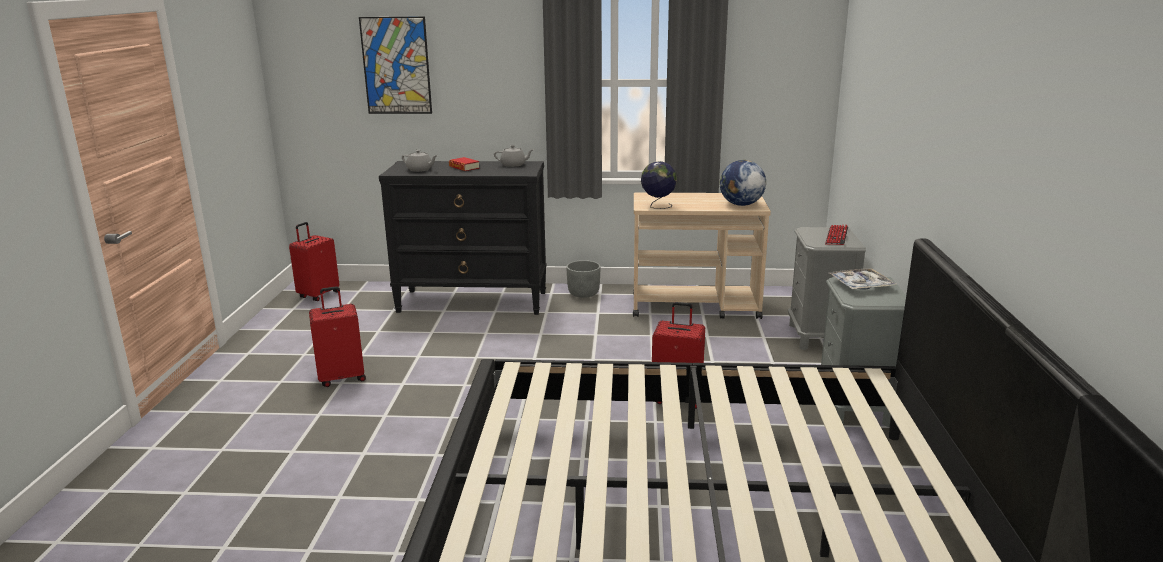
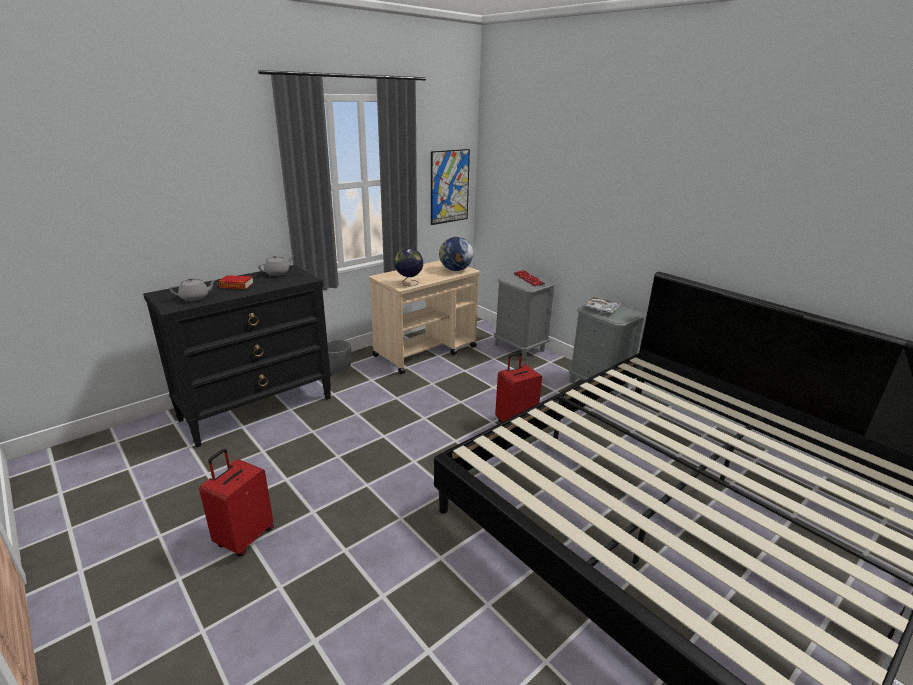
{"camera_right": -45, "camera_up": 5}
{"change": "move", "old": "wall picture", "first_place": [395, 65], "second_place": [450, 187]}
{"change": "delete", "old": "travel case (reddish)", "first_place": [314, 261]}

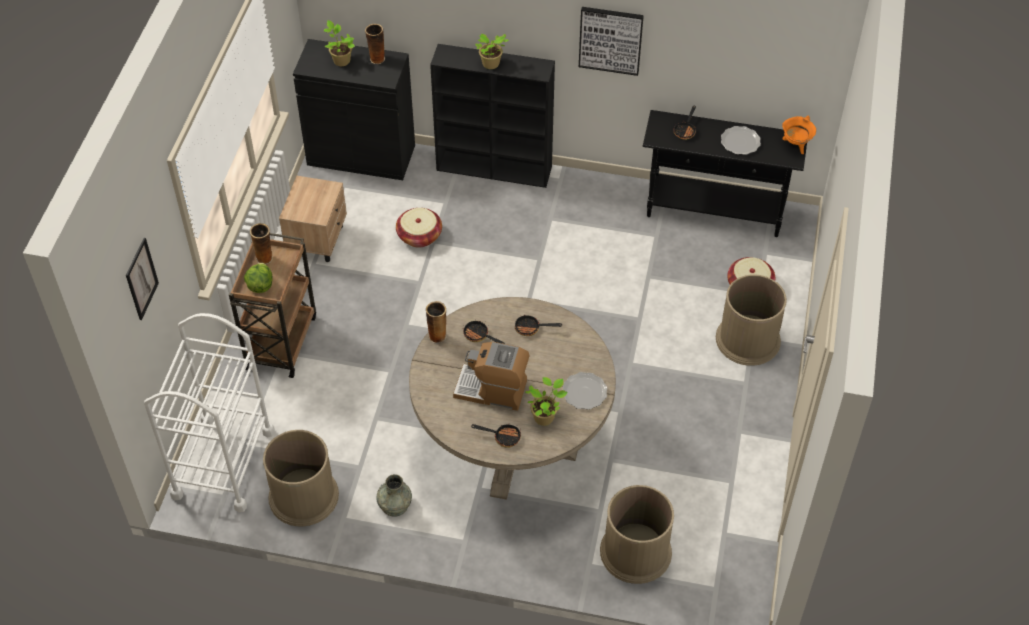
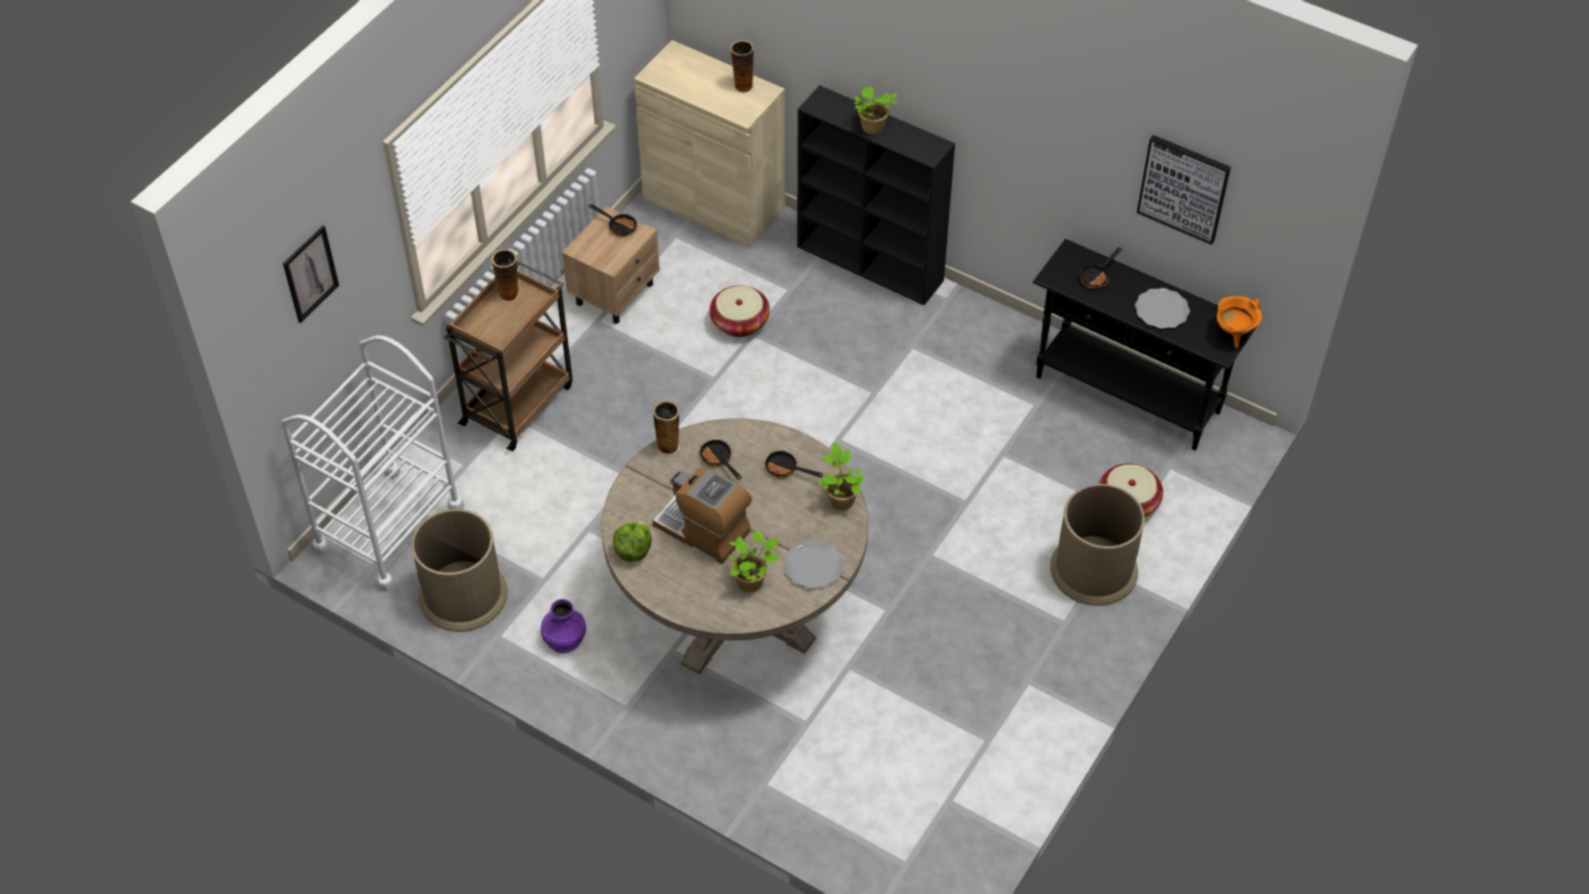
{"camera_right": 20, "camera_up": 0}
{"change": "recolor", "old": "decorative vase (grey)", "new": "decorative vase (purplish)", "first_place": [394, 495], "second_place": [563, 626]}
{"change": "move", "old": "frying pan", "first_place": [496, 436], "second_place": [613, 220]}
{"change": "move", "old": "lettuce", "first_place": [258, 277], "second_place": [632, 541]}
{"change": "recolor", "old": "storage cabinet (black-coloured)", "new": "storage cabinet (beige-coloured)", "first_place": [354, 109], "second_place": [709, 144]}
{"change": "move", "old": "potted plant", "first_place": [339, 43], "second_place": [841, 476]}
{"change": "move", "old": "wall picture", "first_place": [611, 41], "second_place": [1184, 190]}
{"change": "delete", "old": "rubbish bin (brown-coloured)", "first_place": [637, 534]}

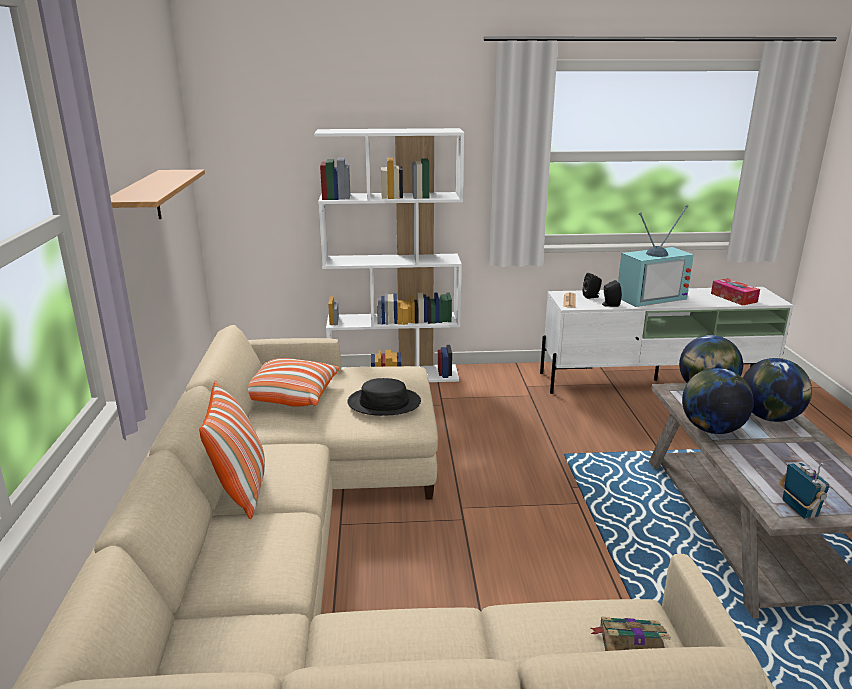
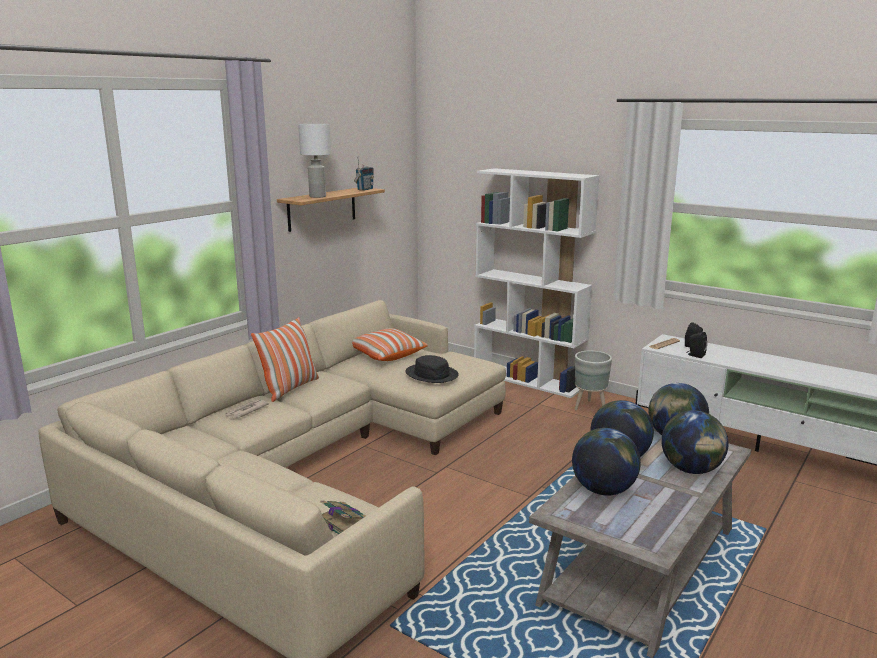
{"camera_right": 40, "camera_up": -5}
{"change": "insert", "new": "daily paper", "second_place": [247, 409]}
{"change": "insert", "new": "lamp for a table (white)", "second_place": [314, 161]}
{"change": "move", "old": "radio receiver", "first_place": [804, 491], "second_place": [364, 173]}
{"change": "insert", "new": "world globe", "second_place": [606, 462]}
{"change": "insert", "new": "flower pot (grey)", "second_place": [593, 380]}
{"change": "delete", "old": "TV set", "first_place": [656, 256]}
{"change": "delete", "old": "tissue holder", "first_place": [735, 292]}

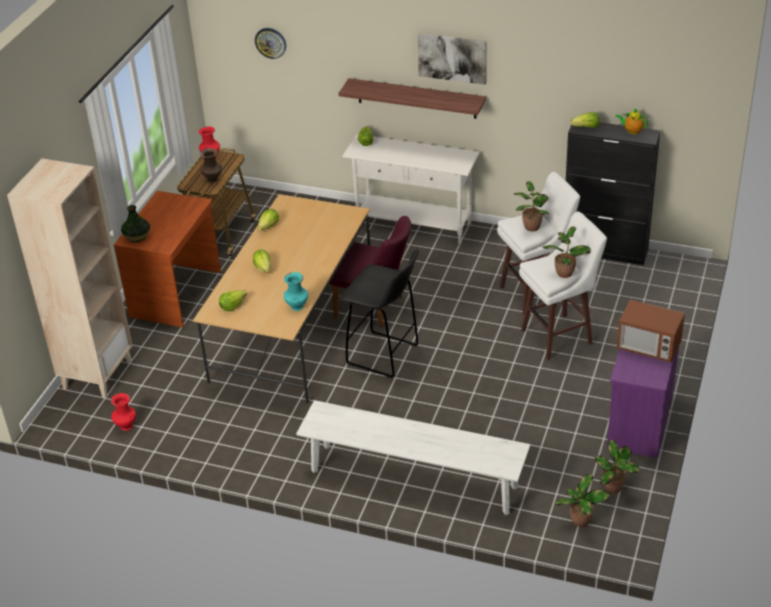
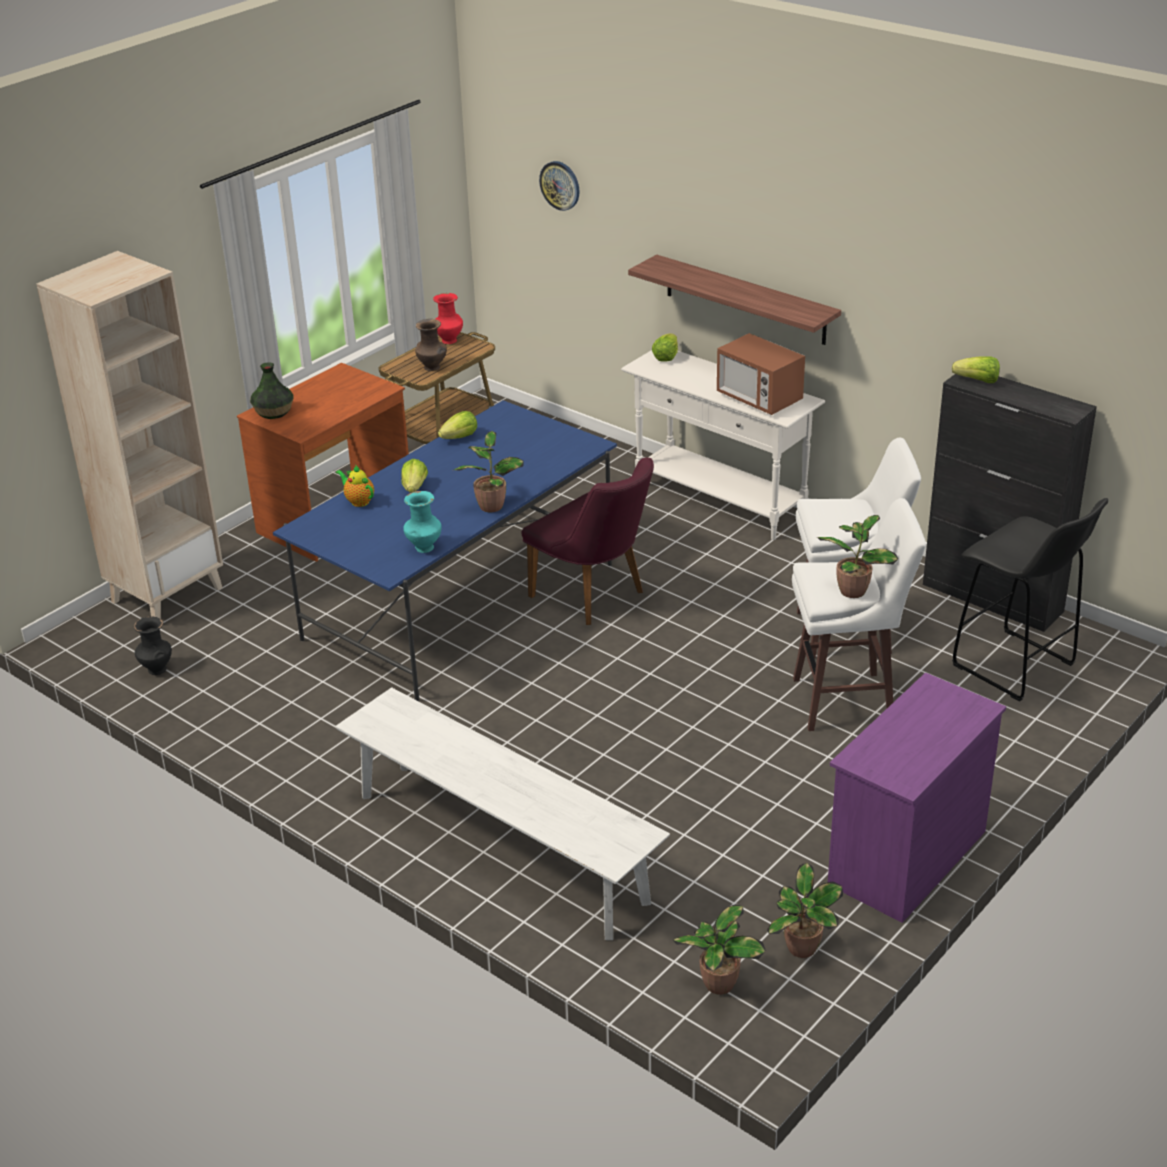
{"camera_right": 20, "camera_up": -5}
{"change": "recolor", "old": "decorative vase (reddish)", "new": "decorative vase (black-coloured)", "first_place": [123, 412], "second_place": [153, 645]}
{"change": "recolor", "old": "dining table (beige-coloured)", "new": "dining table (blue)", "first_place": [281, 298], "second_place": [445, 550]}
{"change": "move", "old": "teapot", "first_place": [631, 121], "second_place": [355, 486]}
{"change": "move", "old": "potted plant", "first_place": [531, 206], "second_place": [489, 471]}
{"change": "move", "old": "kitchen microwave", "first_place": [651, 330], "second_place": [761, 374]}
{"change": "move", "old": "stool seat (black-coloured)", "first_place": [379, 314], "second_place": [1030, 600]}
{"change": "delete", "old": "lettuce", "first_place": [233, 300]}
{"change": "delete", "old": "wall picture", "first_place": [452, 59]}

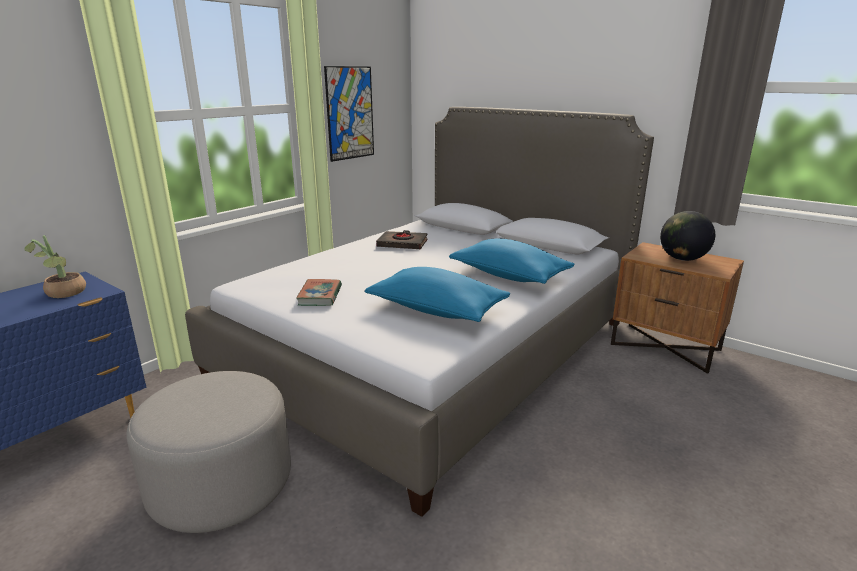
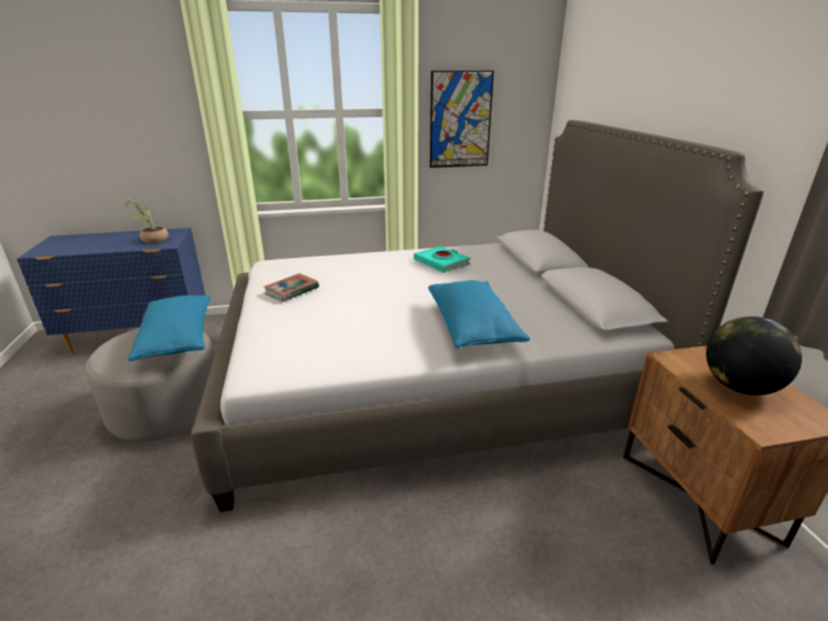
{"camera_right": 40, "camera_up": 5}
{"change": "move", "old": "pillow (blue)", "first_place": [437, 294], "second_place": [169, 328]}
{"change": "recolor", "old": "bound book (black-coloured)", "new": "bound book (turquoise-coloured)", "first_place": [402, 239], "second_place": [442, 259]}

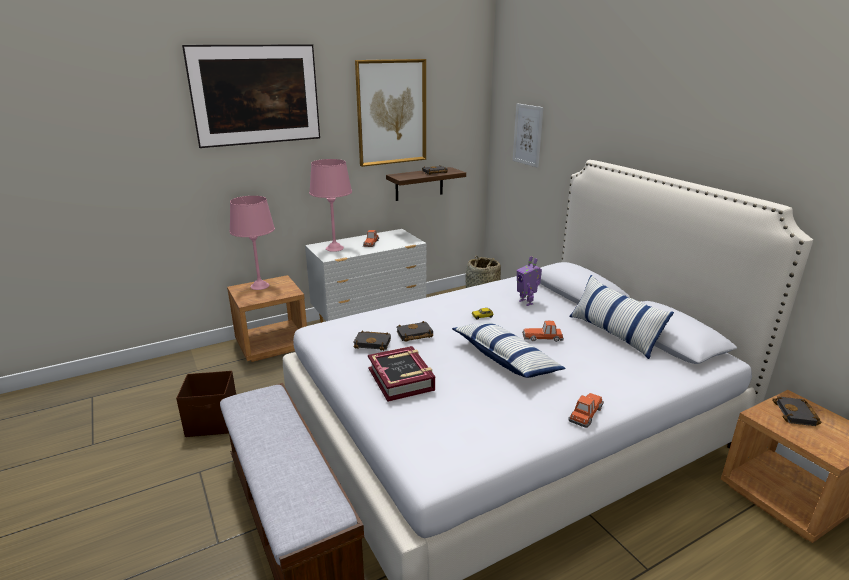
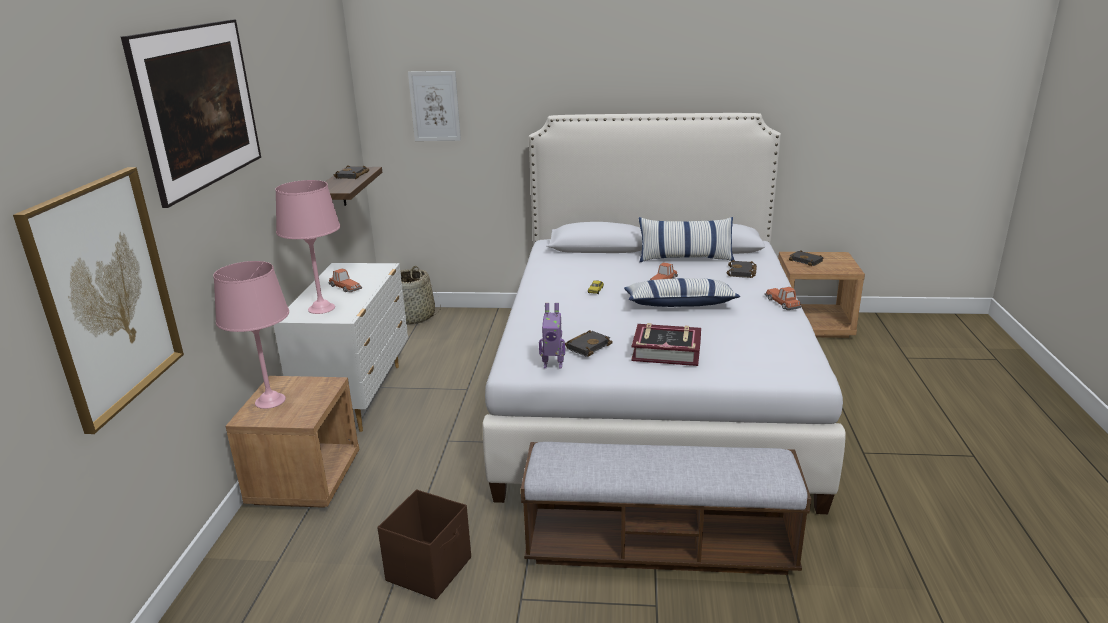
{"camera_right": -55, "camera_up": 0}
{"change": "move", "old": "wall picture", "first_place": [390, 113], "second_place": [98, 300]}
{"change": "move", "old": "model robot", "first_place": [529, 281], "second_place": [552, 336]}
{"change": "move", "old": "bound book (black-coloured)", "first_place": [414, 331], "second_place": [742, 269]}

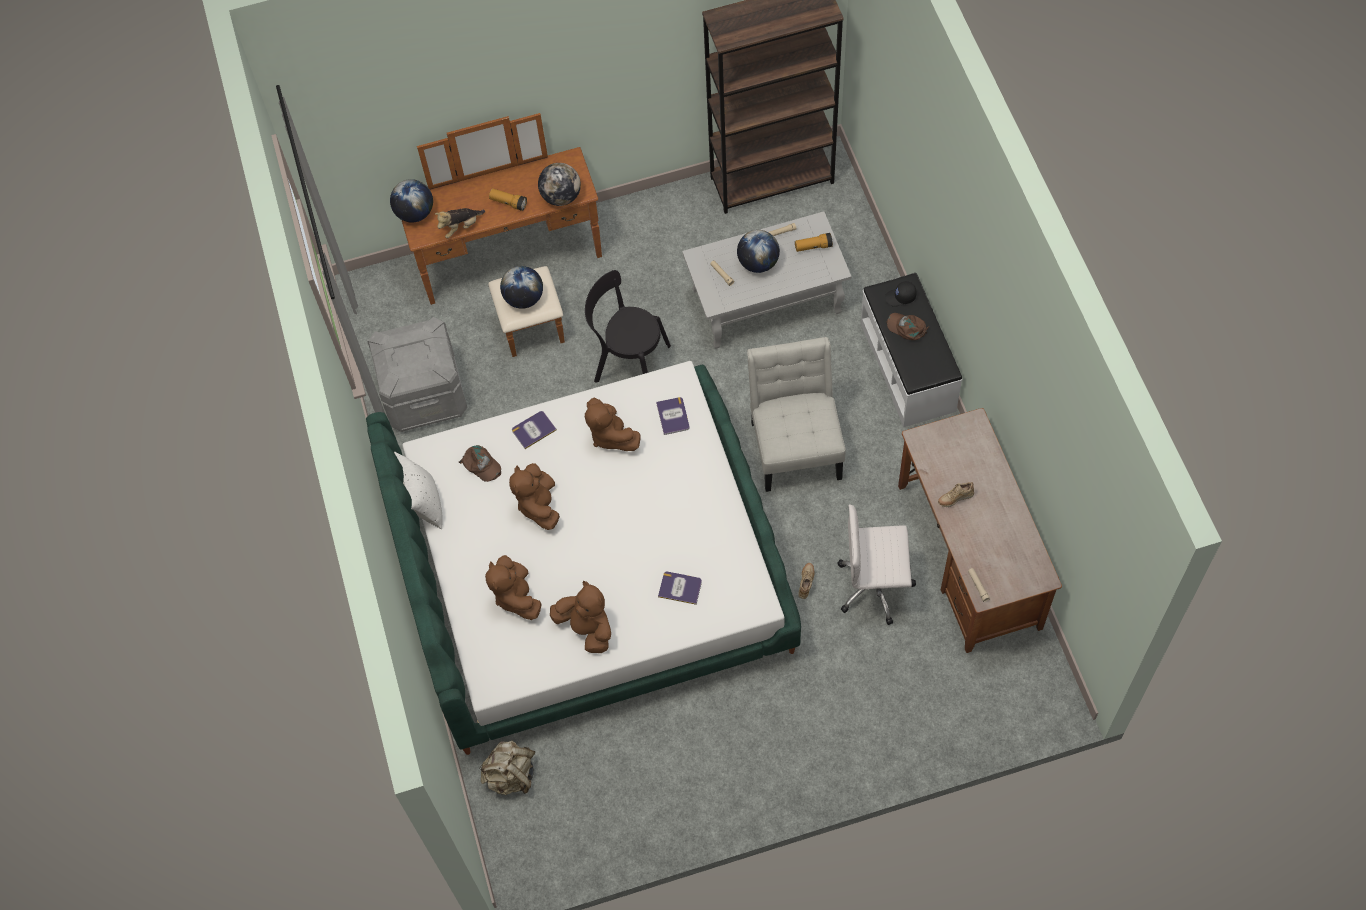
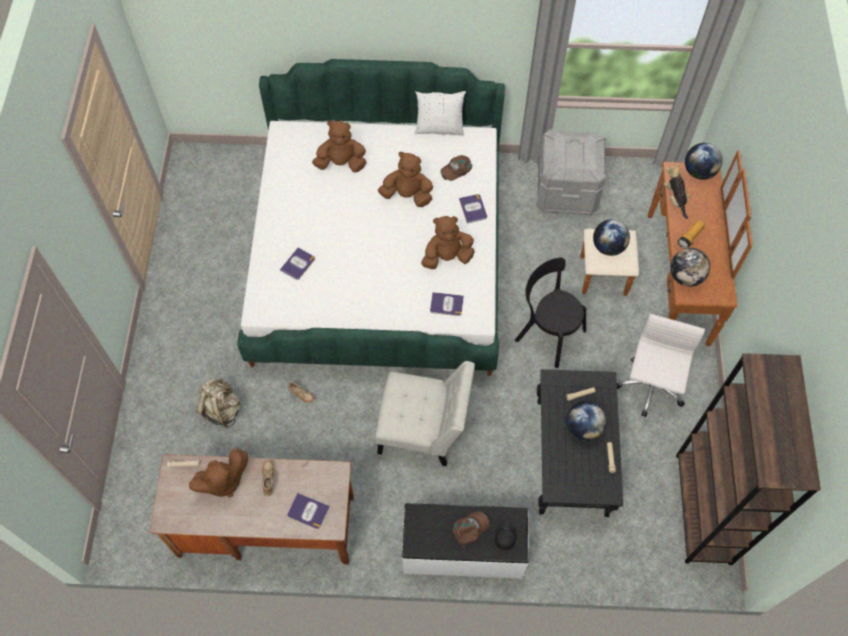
{"camera_right": 105, "camera_up": 0}
{"change": "move", "old": "cuddly toy (brown-coloured)", "first_place": [580, 617], "second_place": [218, 473]}
{"change": "move", "old": "backpack (beige-coloured)", "first_place": [507, 768], "second_place": [219, 403]}
{"change": "insert", "new": "bound book", "second_place": [308, 511]}
{"change": "rotate", "old": "upright chair (black-coloured)", "first_place": [628, 326], "second_place": [550, 313], "degrees": -90}
{"change": "recolor", "old": "low table (white)", "new": "low table (black-coloured)", "first_place": [766, 280], "second_place": [580, 443]}
{"change": "move", "old": "desk chair (white)", "first_place": [877, 564], "second_place": [661, 365]}
{"change": "delete", "old": "flashlight", "first_place": [814, 242]}

